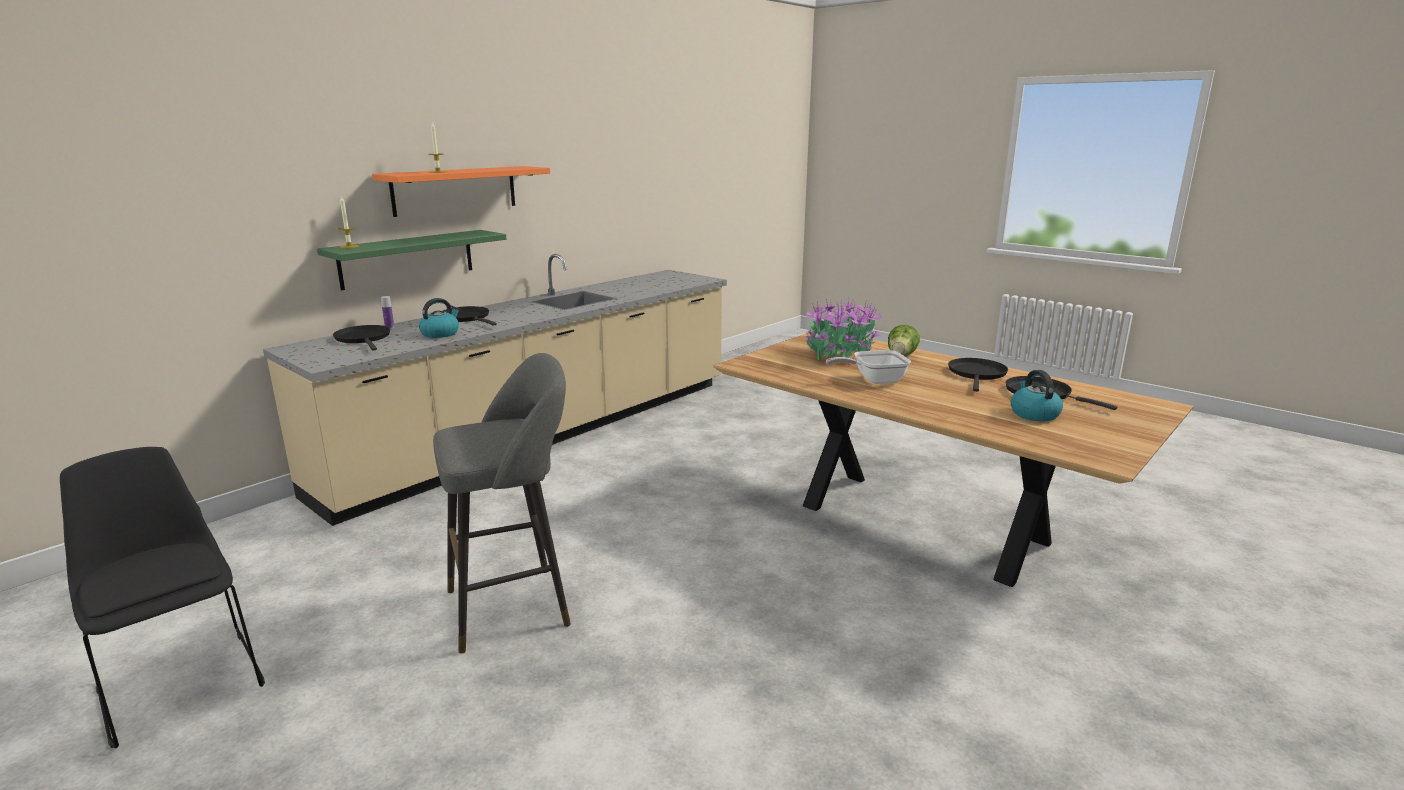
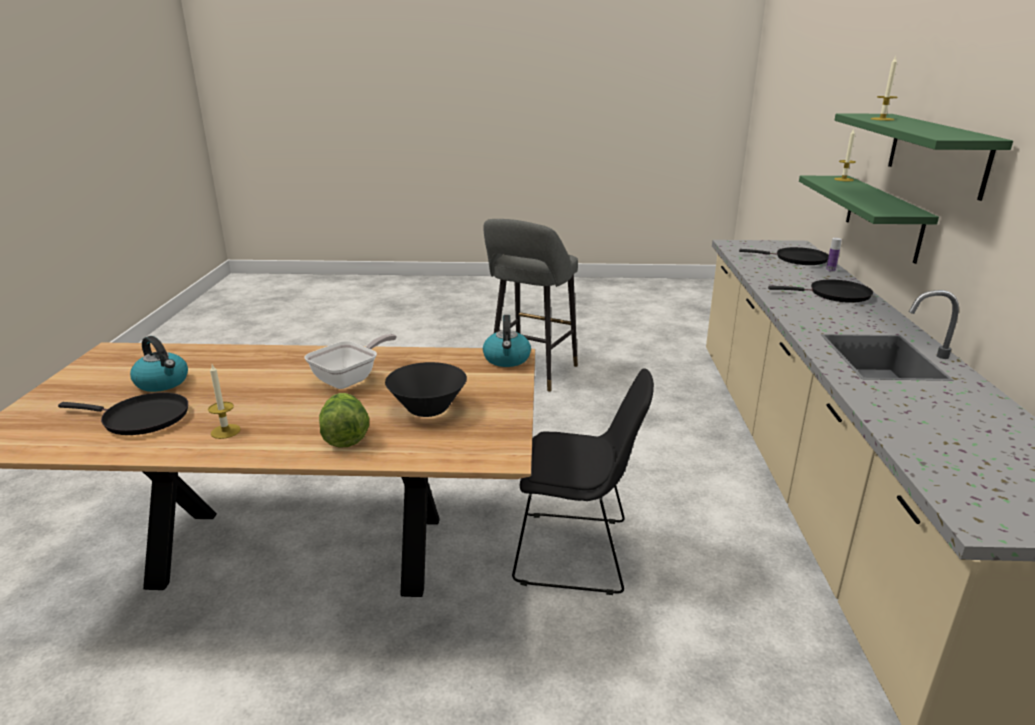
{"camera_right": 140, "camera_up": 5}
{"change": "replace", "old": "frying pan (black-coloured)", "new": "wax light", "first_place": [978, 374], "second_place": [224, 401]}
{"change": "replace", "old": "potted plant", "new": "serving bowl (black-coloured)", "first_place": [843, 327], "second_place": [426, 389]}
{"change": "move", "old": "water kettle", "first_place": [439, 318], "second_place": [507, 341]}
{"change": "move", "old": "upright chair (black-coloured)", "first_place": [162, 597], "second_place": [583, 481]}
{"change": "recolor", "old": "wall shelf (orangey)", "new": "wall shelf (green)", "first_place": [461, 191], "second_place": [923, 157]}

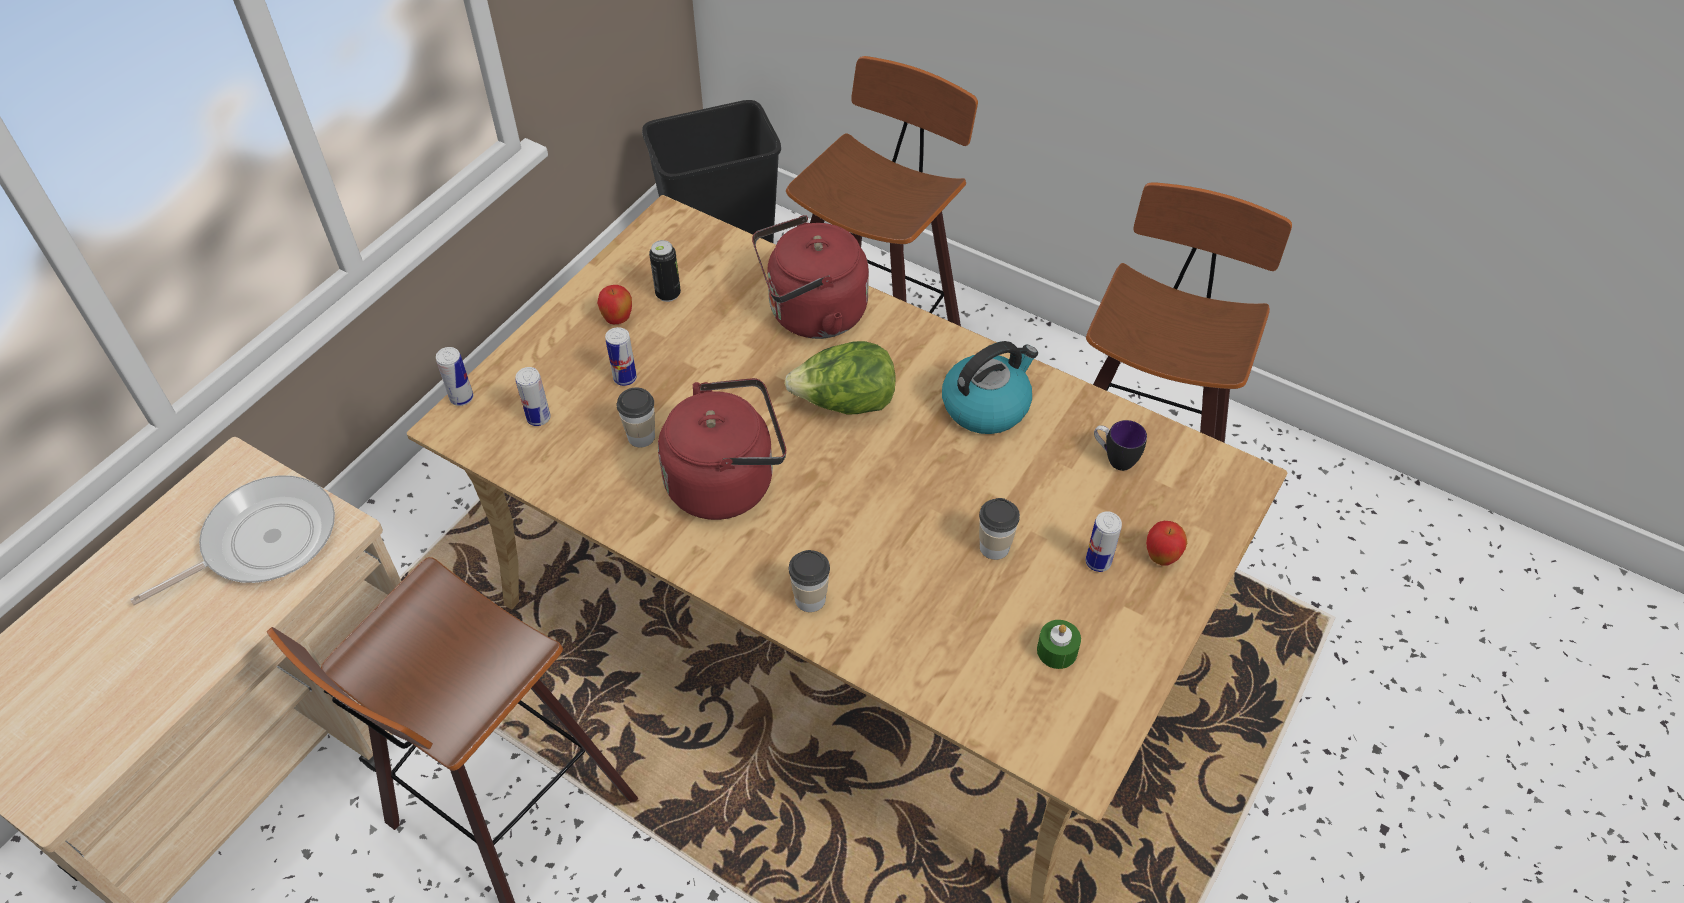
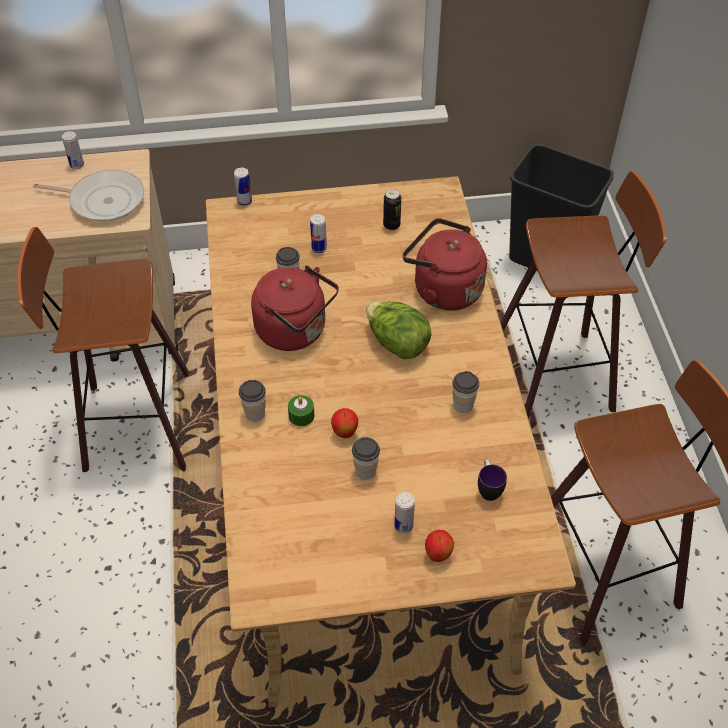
{"camera_right": 50, "camera_up": 0}
{"change": "move", "old": "can", "first_place": [533, 396], "second_place": [73, 150]}
{"change": "move", "old": "wax light (green)", "first_place": [1059, 644], "second_place": [301, 410]}
{"change": "move", "old": "whole apple", "first_place": [614, 304], "second_place": [344, 423]}
{"change": "replace", "old": "water kettle", "new": "cup", "first_place": [990, 387], "second_place": [466, 392]}

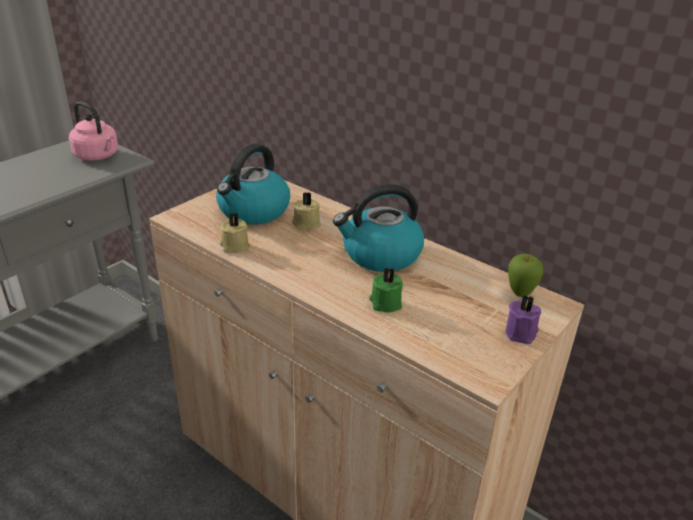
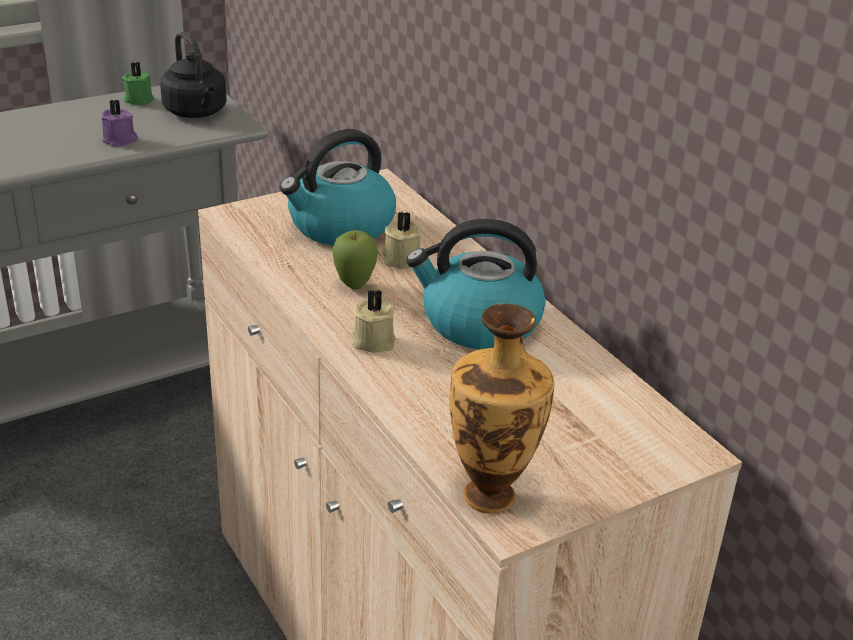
{"camera_right": 20, "camera_up": 0}
{"change": "move", "old": "wax light (purplish)", "first_place": [523, 319], "second_place": [119, 123]}
{"change": "move", "old": "wax light (green)", "first_place": [386, 290], "second_place": [138, 83]}
{"change": "recolor", "old": "water kettle (pinkish)", "new": "water kettle (black-coloured)", "first_place": [93, 131], "second_place": [193, 75]}
{"change": "move", "old": "whole apple", "first_place": [526, 275], "second_place": [355, 259]}
{"change": "move", "old": "wax light (beige-coloured)", "first_place": [235, 233], "second_place": [374, 321]}
{"change": "insert", "new": "decorative vase", "second_place": [502, 408]}

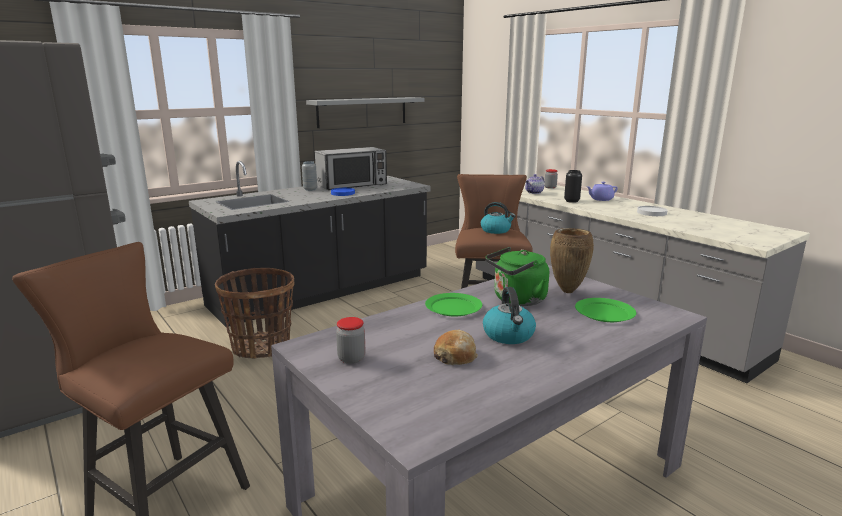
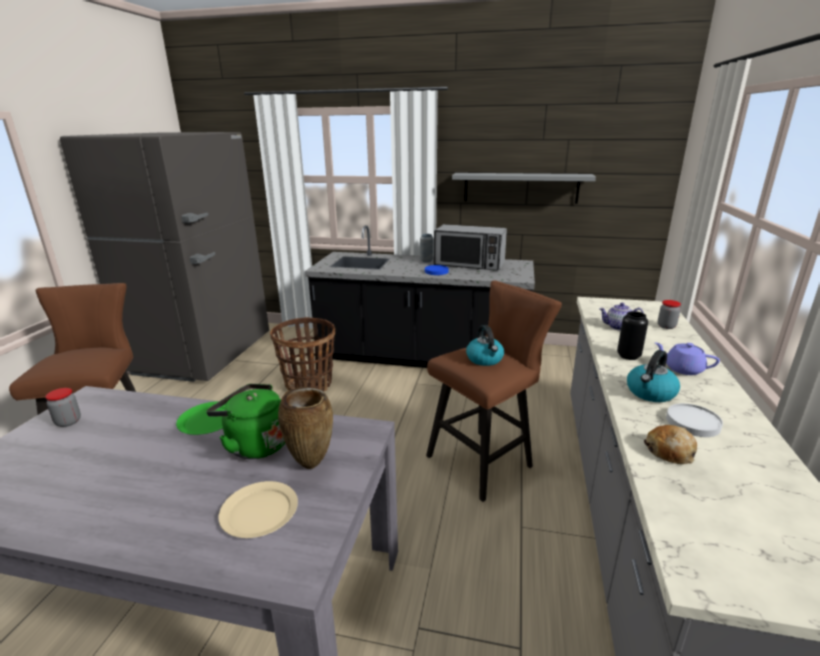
{"camera_right": 50, "camera_up": 5}
{"change": "recolor", "old": "flat dish (green)", "new": "flat dish (beige-coloured)", "first_place": [605, 310], "second_place": [258, 509]}
{"change": "move", "old": "water kettle", "first_place": [509, 315], "second_place": [653, 376]}
{"change": "move", "old": "bakery bread", "first_place": [456, 347], "second_place": [670, 444]}

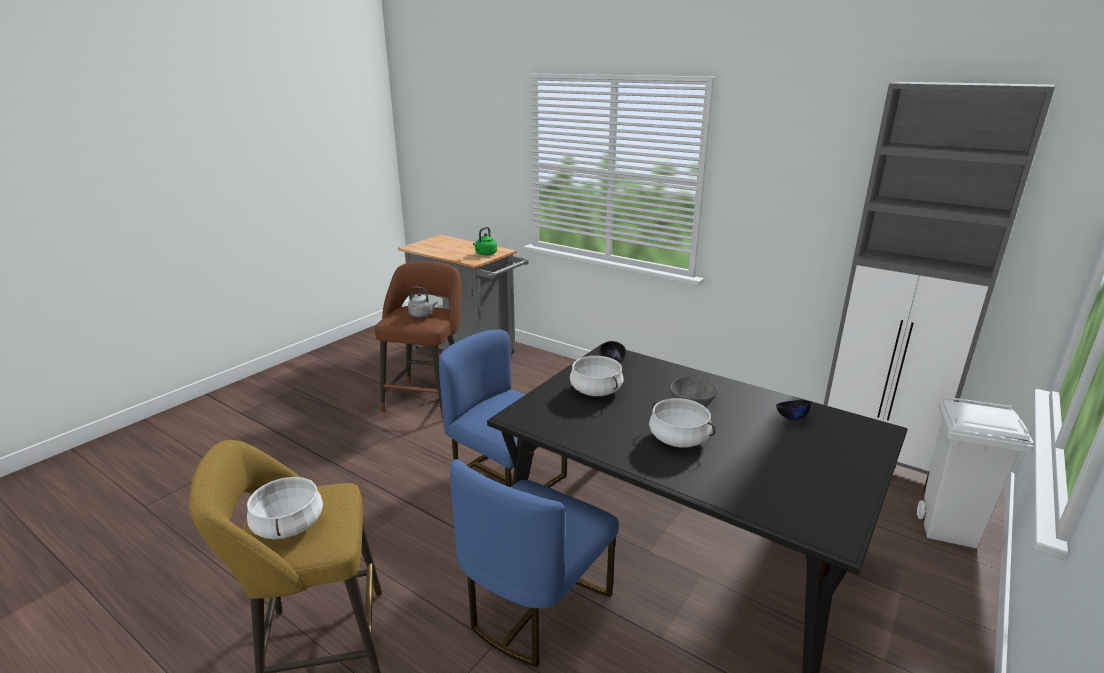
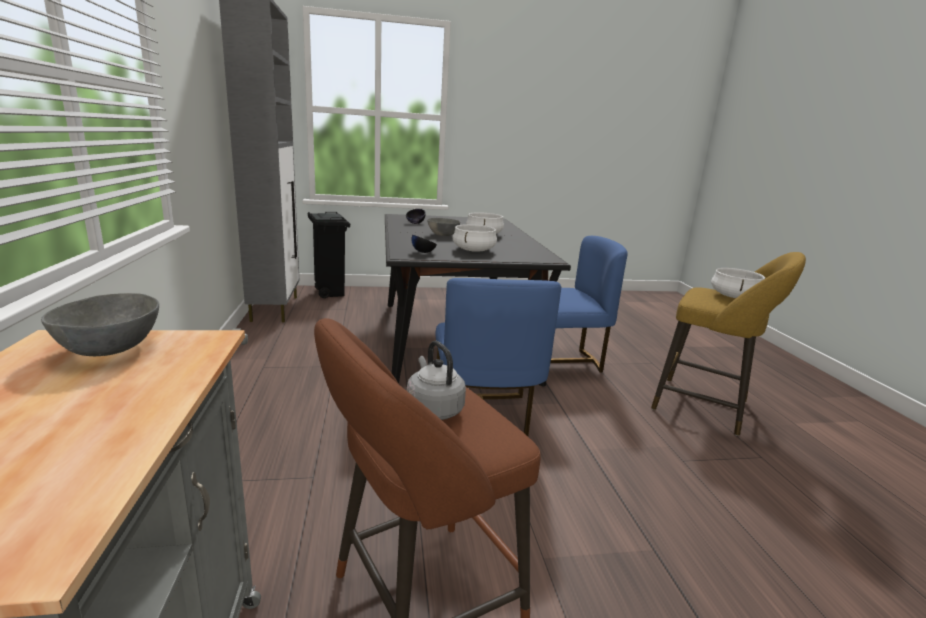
{"camera_right": -135, "camera_up": -5}
{"change": "replace", "old": "water kettle (green)", "new": "serving bowl (grey)", "first_place": [485, 241], "second_place": [100, 324]}
{"change": "recolor", "old": "rubbish bin (white)", "new": "rubbish bin (black-coloured)", "first_place": [975, 471], "second_place": [329, 255]}

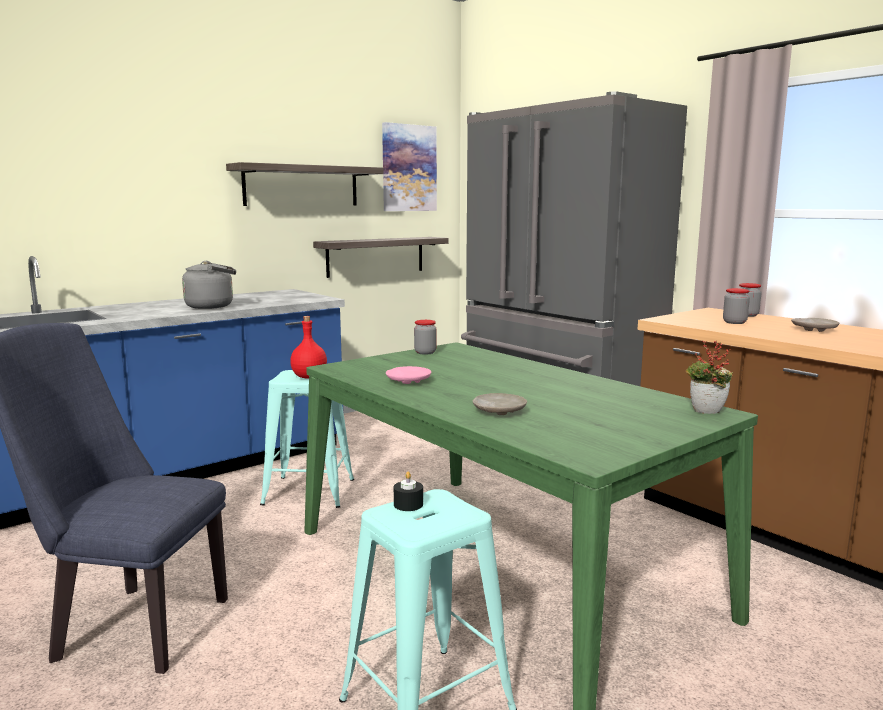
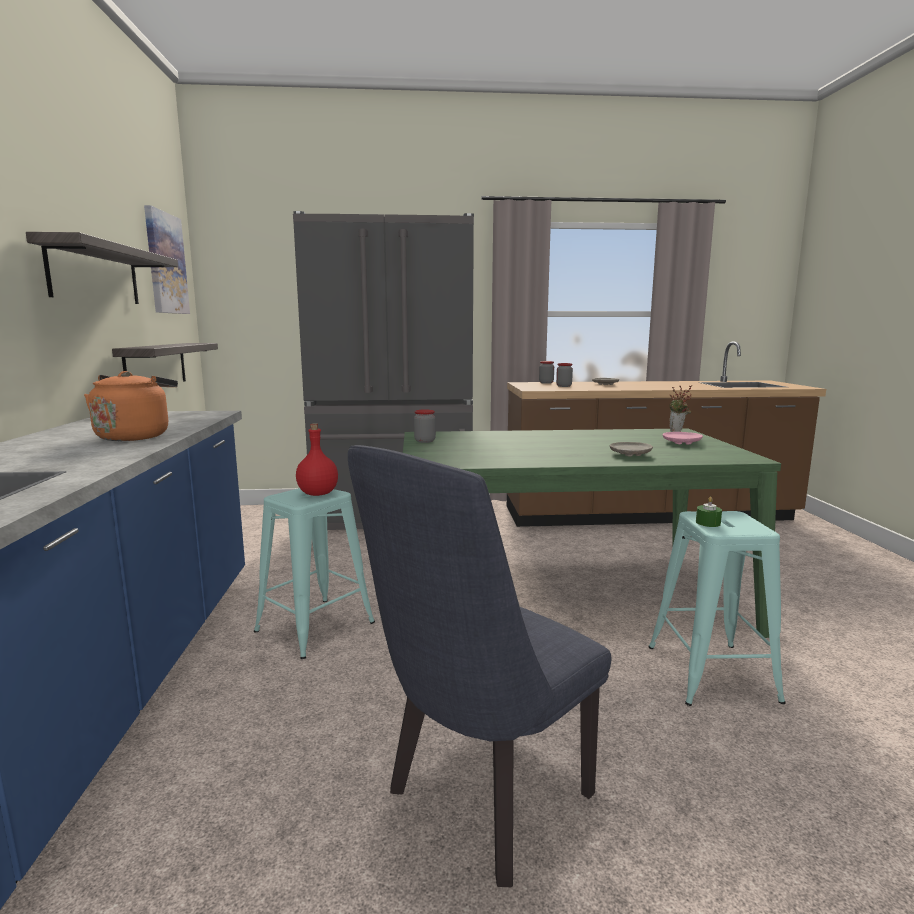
{"camera_right": -55, "camera_up": 0}
{"change": "recolor", "old": "water kettle (grey)", "new": "water kettle (orangey)", "first_place": [209, 285], "second_place": [131, 406]}
{"change": "move", "old": "flat dish (pinkish)", "first_place": [408, 375], "second_place": [682, 438]}
{"change": "recolor", "old": "wax light (black-coloured)", "new": "wax light (green)", "first_place": [408, 491], "second_place": [709, 512]}

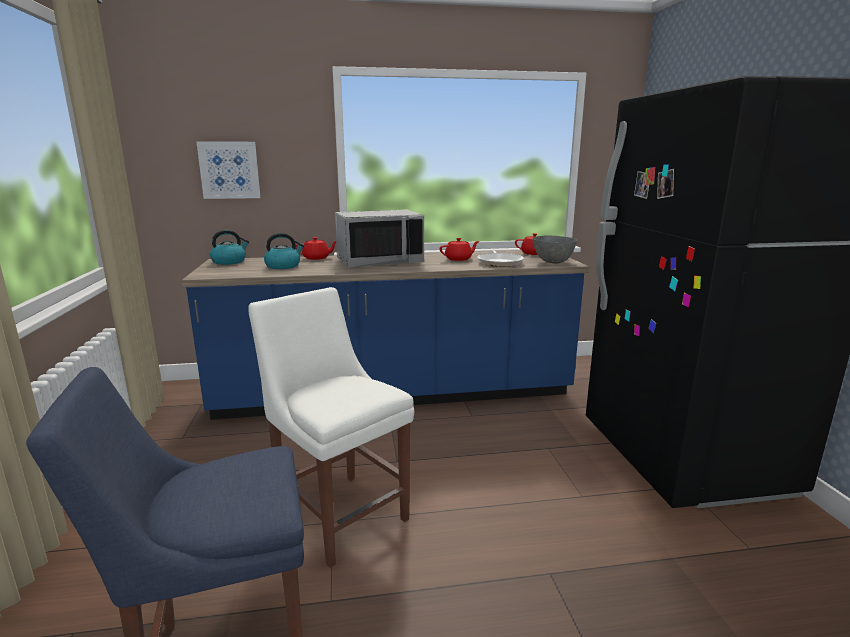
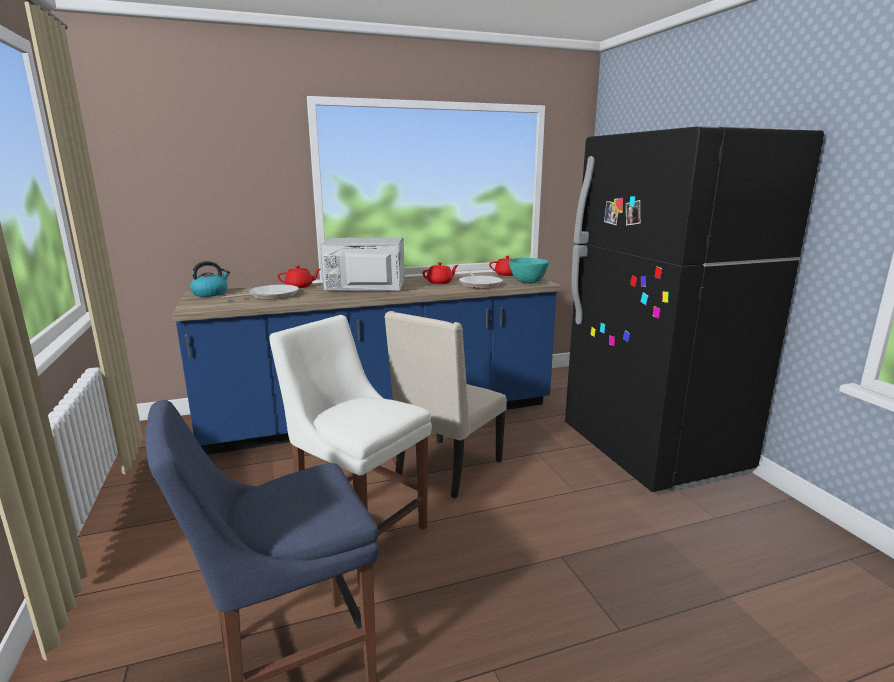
{"camera_right": -10, "camera_up": 0}
{"change": "replace", "old": "water kettle", "new": "frying pan", "first_place": [284, 251], "second_place": [260, 292]}
{"change": "rotate", "old": "kitchen microwave (grey)", "first_place": [379, 238], "second_place": [362, 264], "degrees": -150}
{"change": "insert", "new": "upright chair (beige-coloured)", "second_place": [445, 405]}
{"change": "recolor", "old": "serving bowl (grey)", "new": "serving bowl (turquoise-coloured)", "first_place": [554, 249], "second_place": [529, 271]}
{"change": "delete", "old": "wall picture", "first_place": [228, 170]}

